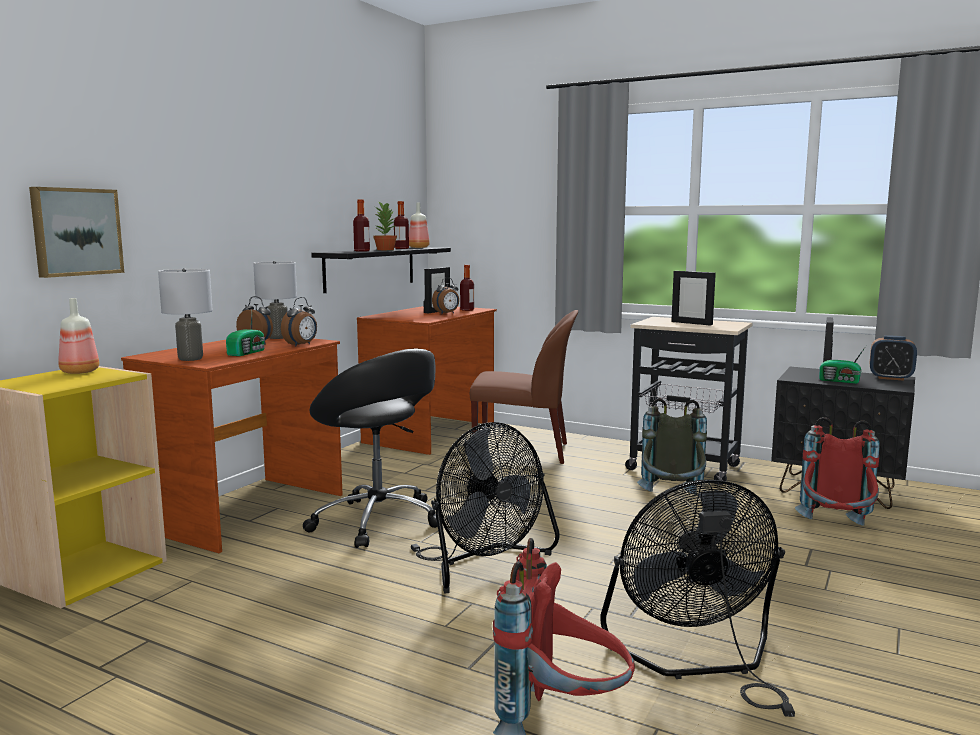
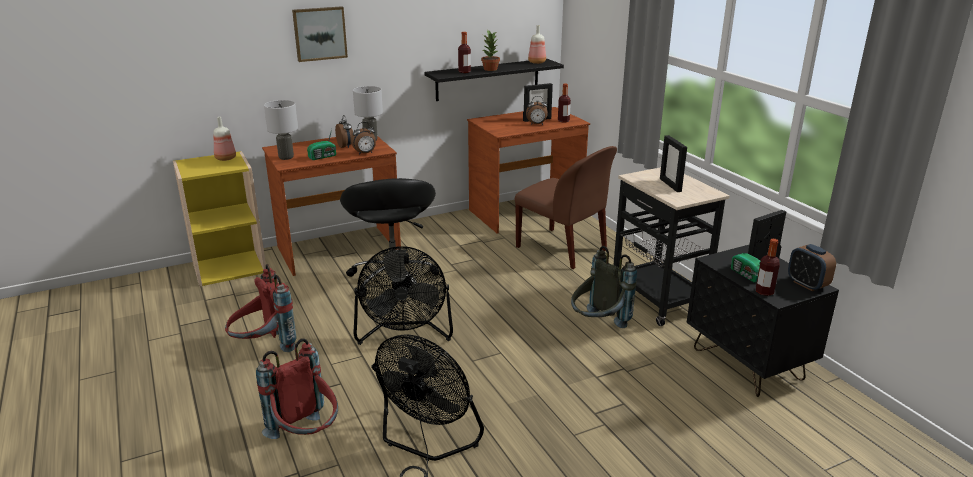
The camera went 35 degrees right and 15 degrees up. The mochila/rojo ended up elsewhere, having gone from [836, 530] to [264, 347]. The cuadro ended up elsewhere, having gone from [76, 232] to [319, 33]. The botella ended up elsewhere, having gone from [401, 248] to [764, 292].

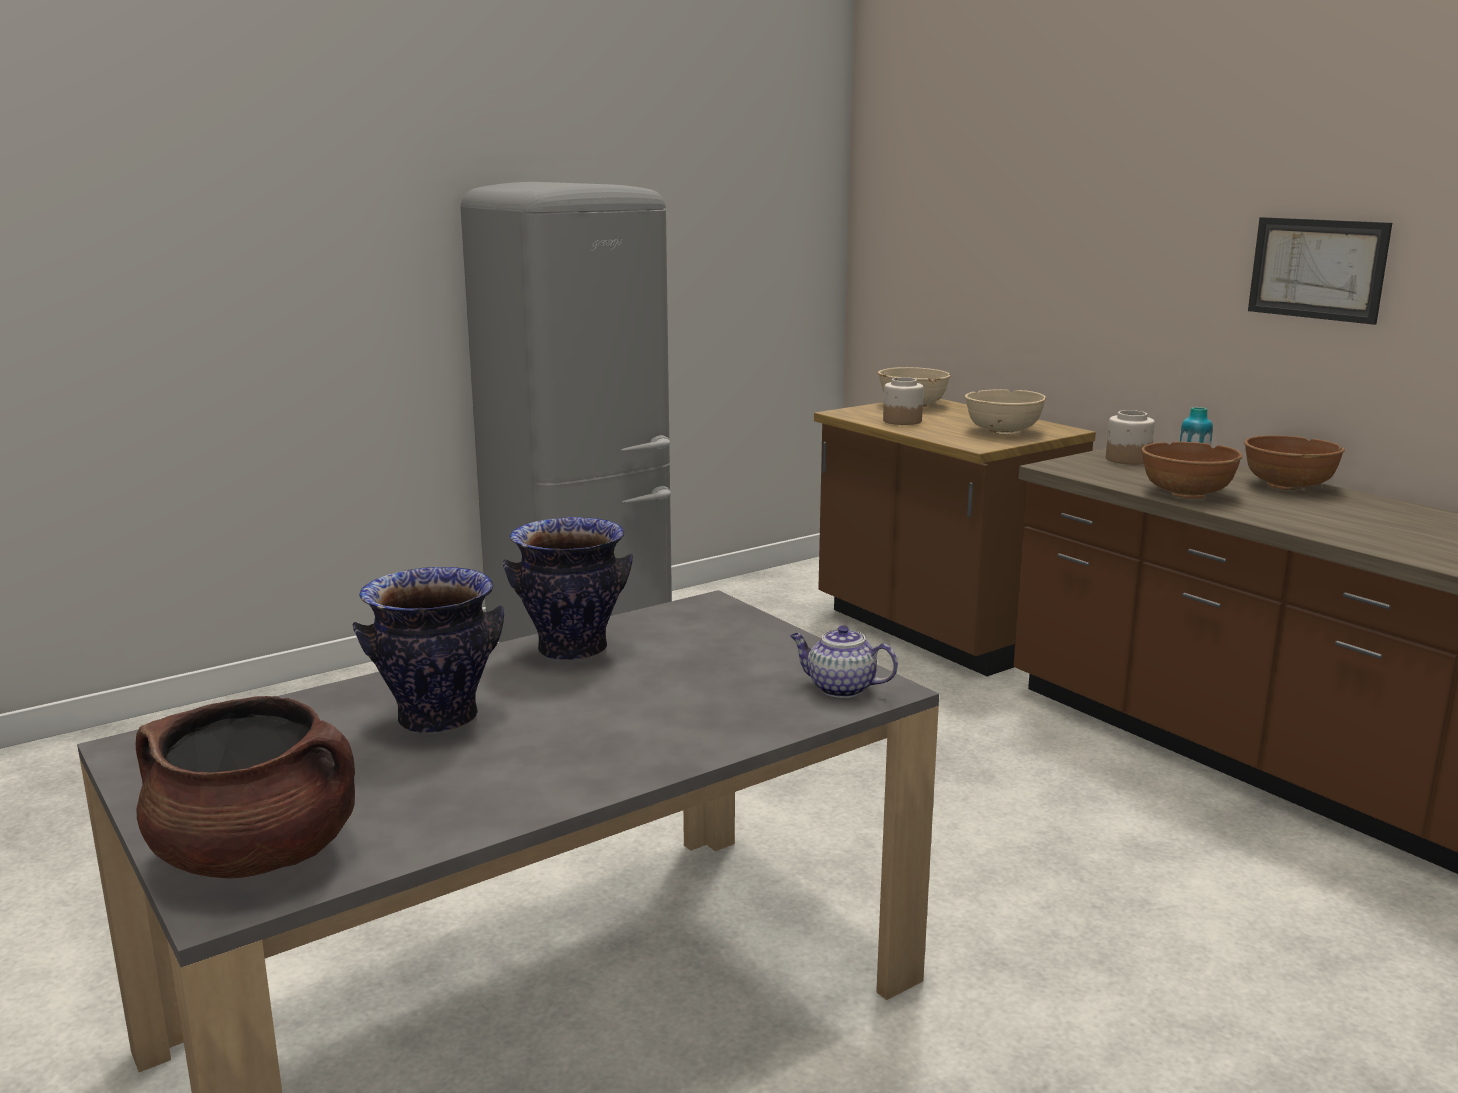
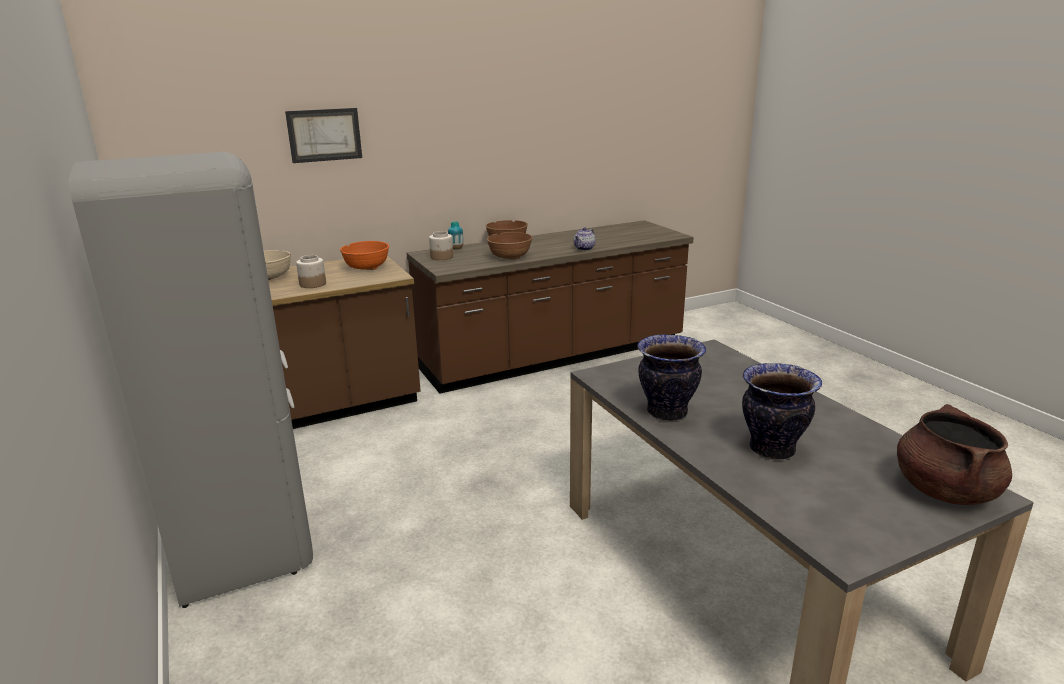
The camera went 80 degrees left and 5 degrees up. The cuadro ended up elsewhere, having gone from [1317, 269] to [324, 135]. What was the cuenco/beis at [1002, 431] turned into the cuenco/naranja at [366, 268]. The tetera ended up elsewhere, having gone from [840, 688] to [584, 249].

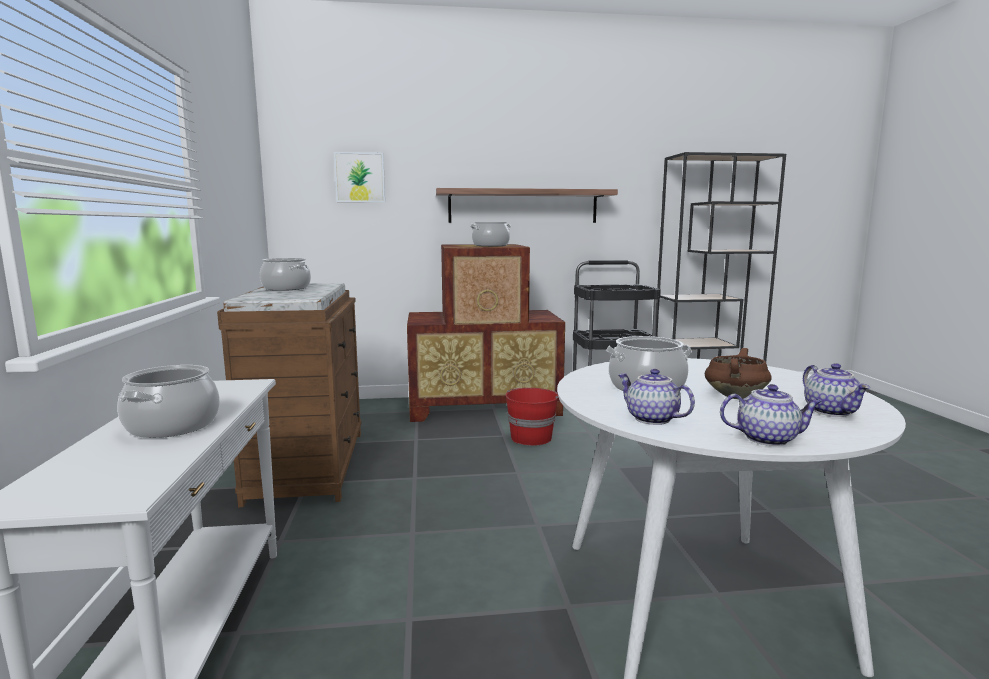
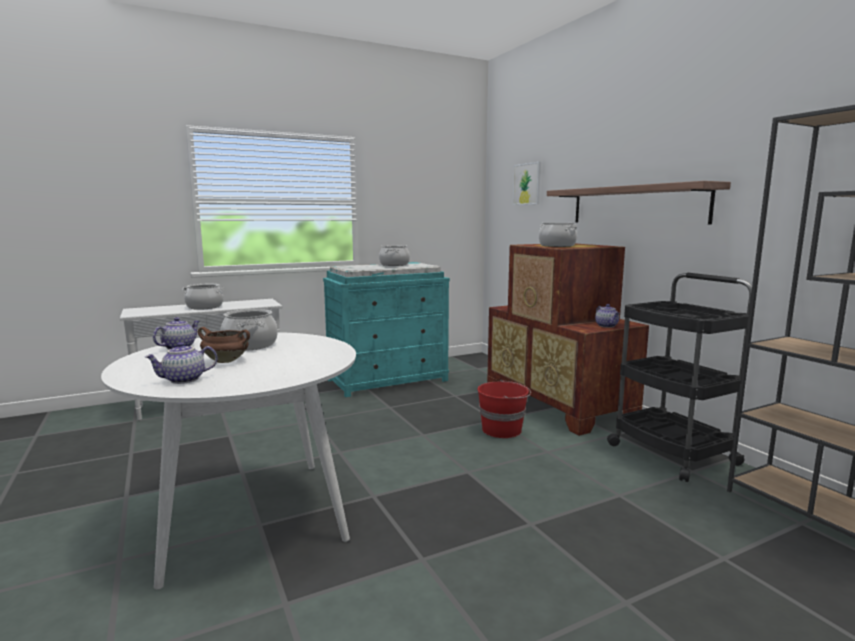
The camera went 70 degrees right and 0 degrees up. What was the cómoda/marrón at [308, 465] turned into the cómoda/turquesa at [388, 380]. The tetera ended up elsewhere, having gone from [768, 439] to [607, 326].

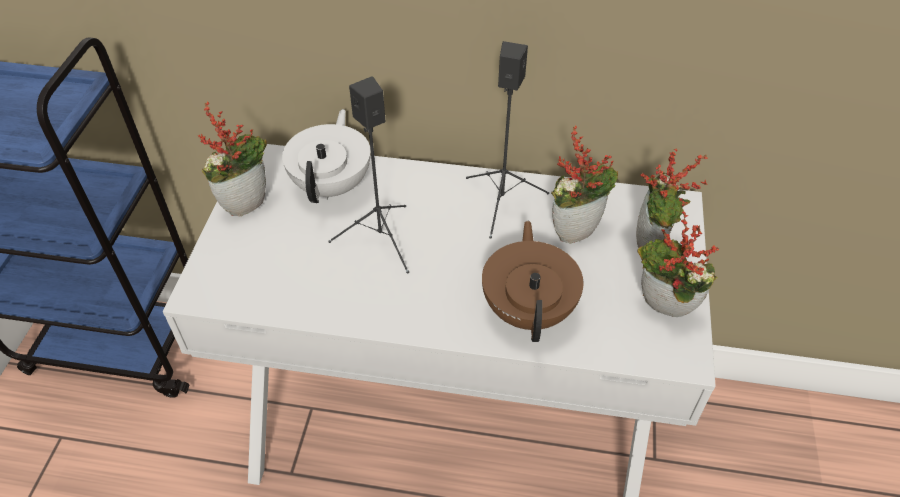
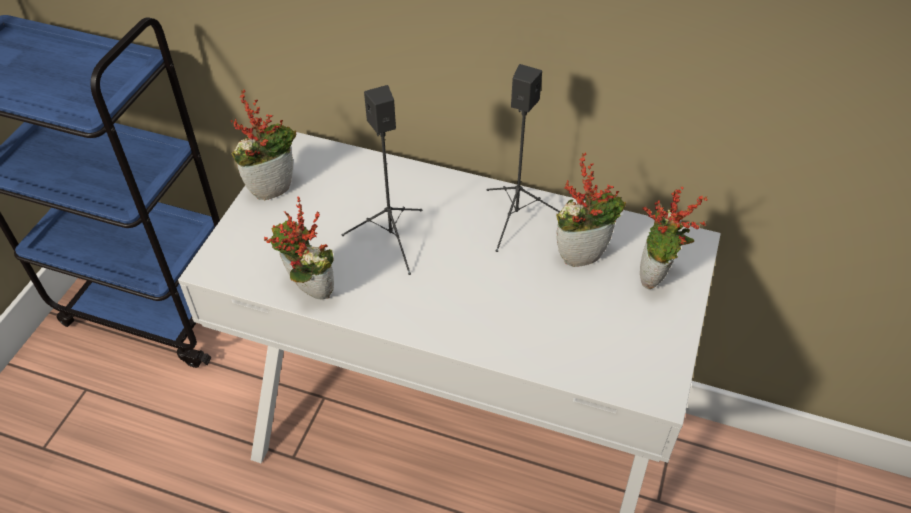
The camera went 10 degrees right and 0 degrees up. The planta en maceta ended up elsewhere, having gone from [661, 311] to [307, 292]. The second view lost the tetera/blanco at [333, 185]. The second view lost the tetera/marrón at [529, 309].

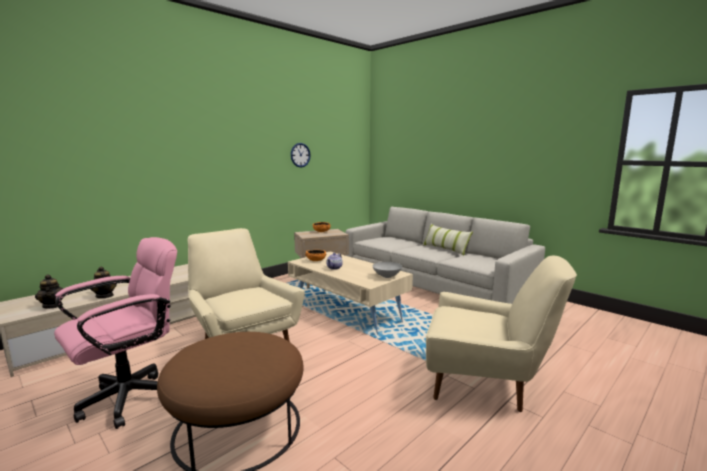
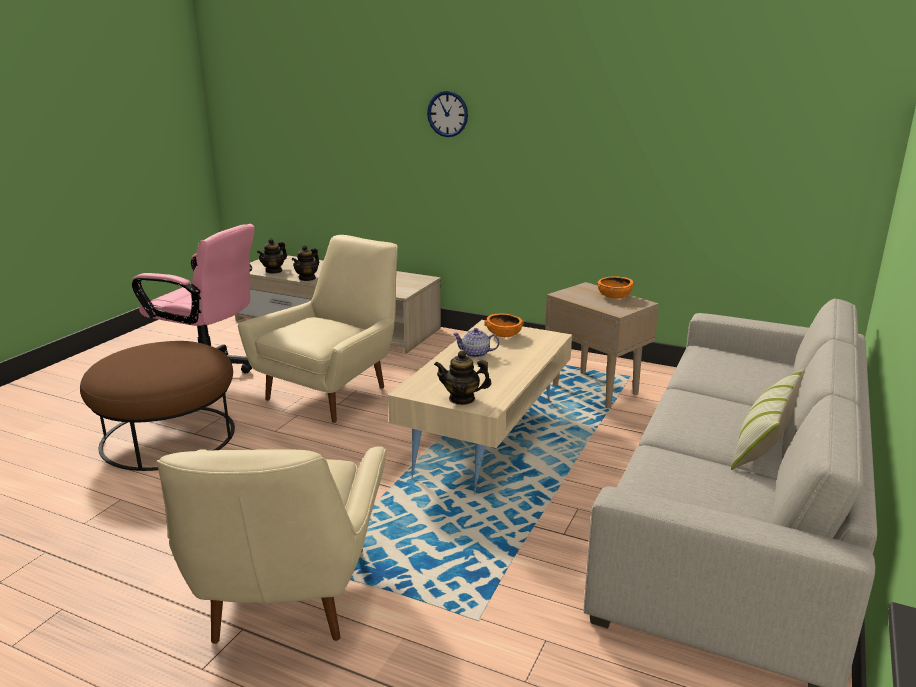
The camera went 70 degrees right and 10 degrees up. The reloj de pared ended up elsewhere, having gone from [300, 155] to [447, 114]. Where the cuenco/gris stood at [387, 276], the tetera came to stand at [462, 399].

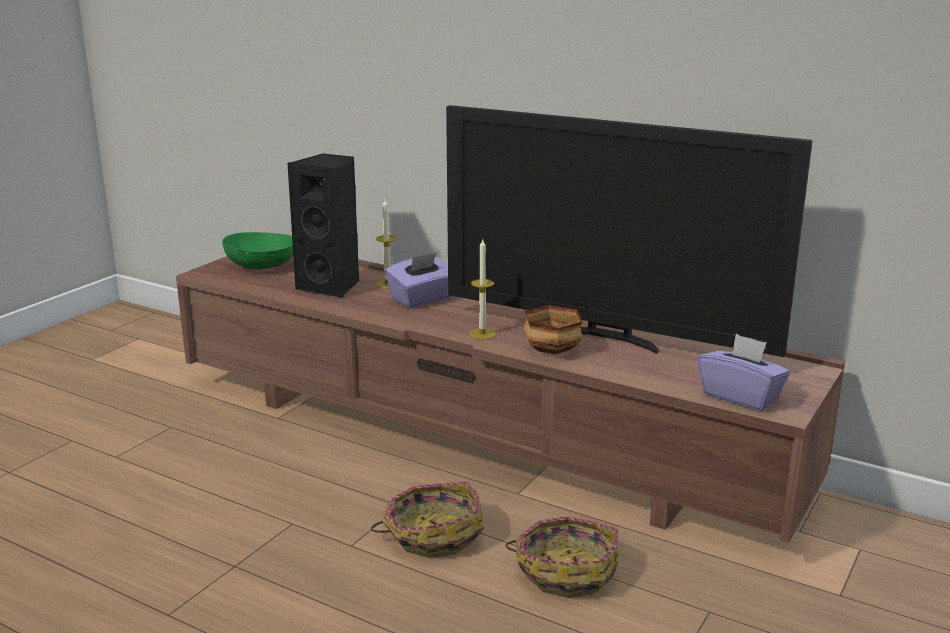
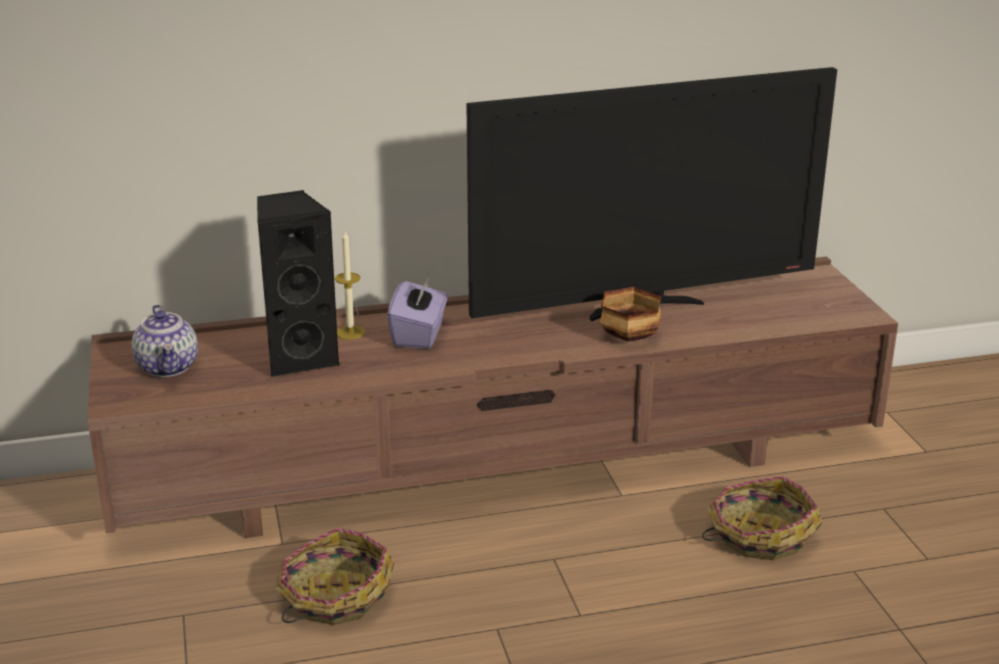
The camera went 45 degrees left and 5 degrees up. Where the cuenco/verde stood at [262, 266], the tetera came to stand at [168, 367]. The cesta ended up elsewhere, having gone from [432, 534] to [334, 597]. The second view lost the vela at [482, 334]. The second view lost the caja de pañuelos/morado at [740, 396].

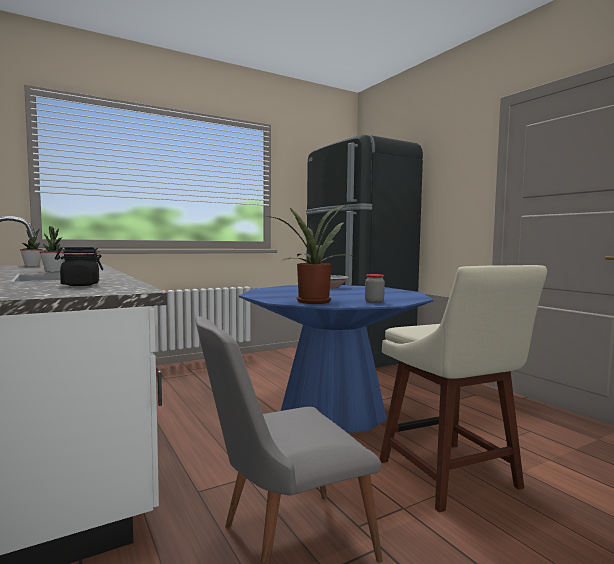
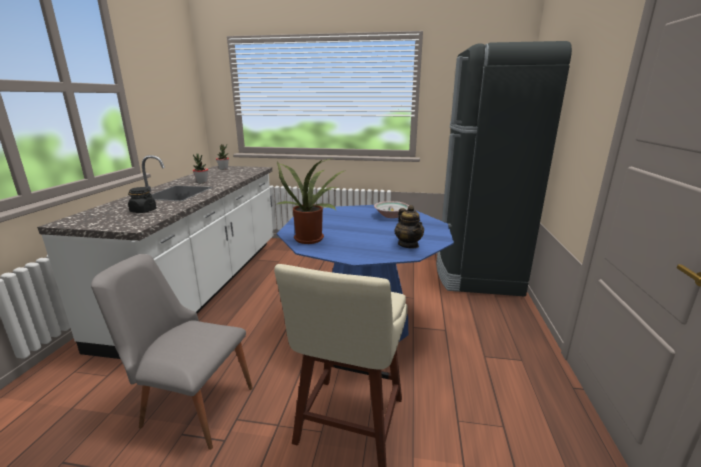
The camera went 40 degrees right and 15 degrees up. The second view gained the tetera at [408, 245]. The second view lost the tarro at [374, 302].

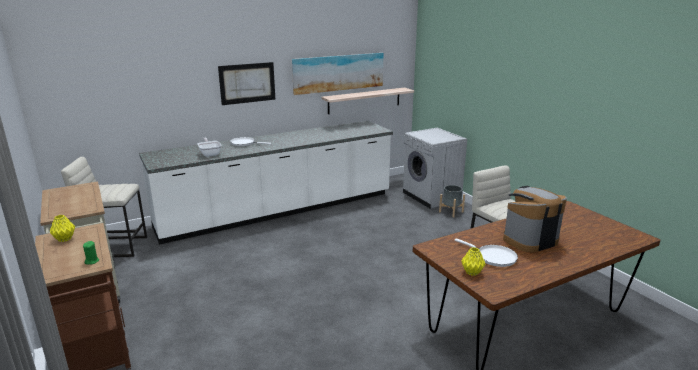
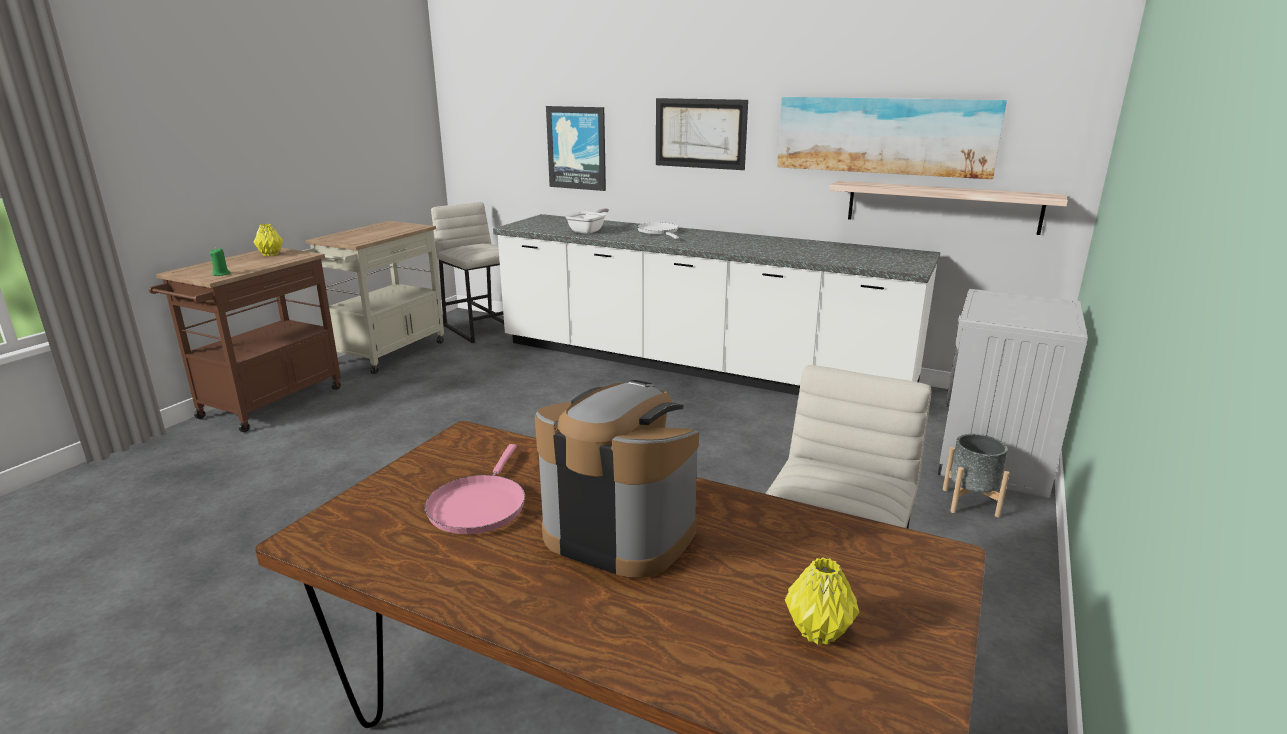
The camera went 55 degrees right and 0 degrees up. What was the sartén/blanco at [493, 257] turned into the sartén/rosa at [479, 505]. The second view gained the cuadro at [577, 148]. The florero/amarillo ended up elsewhere, having gone from [471, 272] to [818, 631].

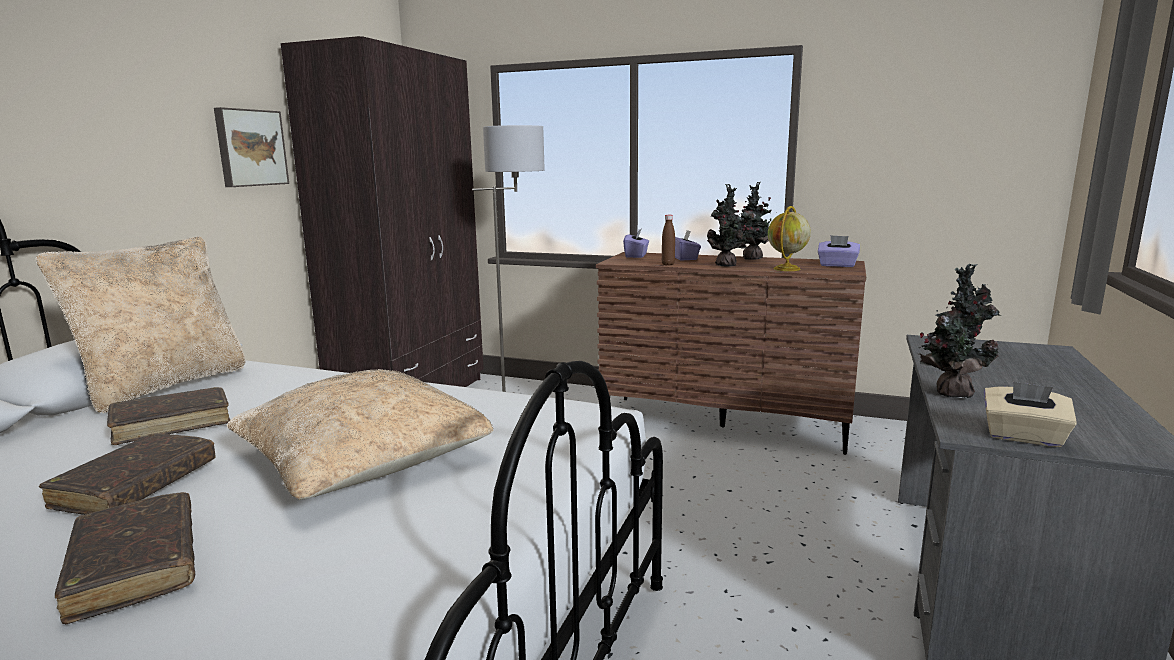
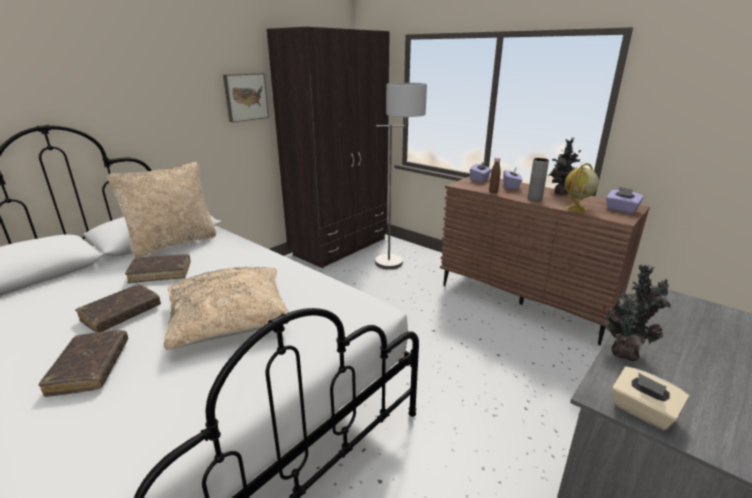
The camera went 20 degrees right and 10 degrees up. Where the planta en maceta stood at [727, 265], the florero/gris came to stand at [534, 199].

